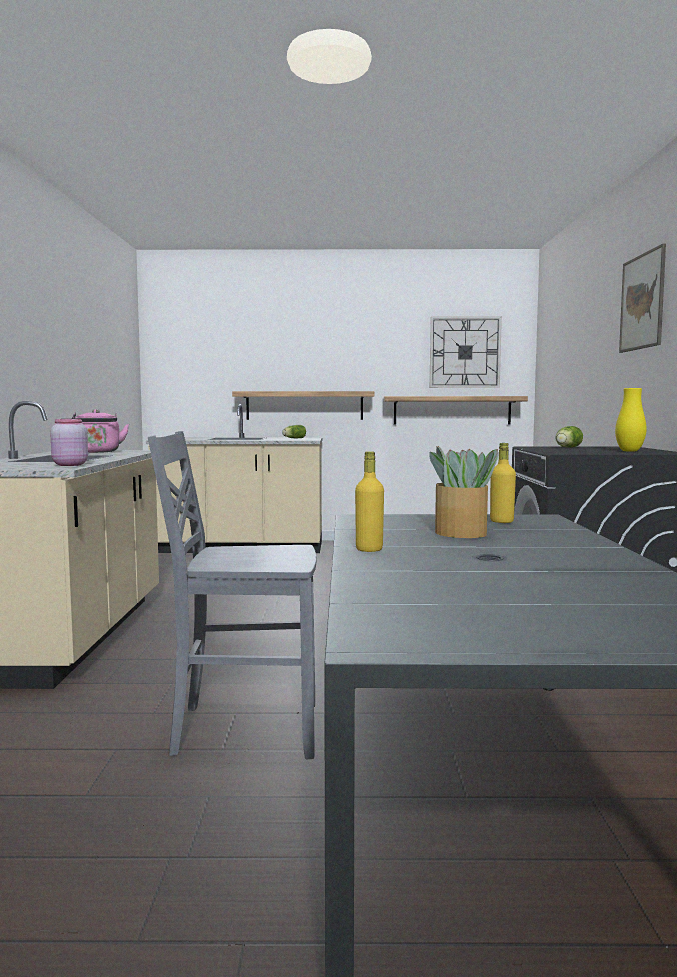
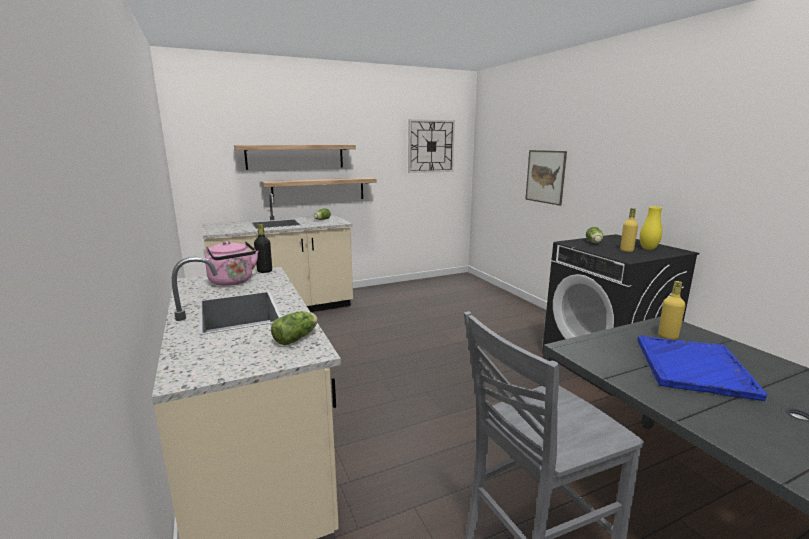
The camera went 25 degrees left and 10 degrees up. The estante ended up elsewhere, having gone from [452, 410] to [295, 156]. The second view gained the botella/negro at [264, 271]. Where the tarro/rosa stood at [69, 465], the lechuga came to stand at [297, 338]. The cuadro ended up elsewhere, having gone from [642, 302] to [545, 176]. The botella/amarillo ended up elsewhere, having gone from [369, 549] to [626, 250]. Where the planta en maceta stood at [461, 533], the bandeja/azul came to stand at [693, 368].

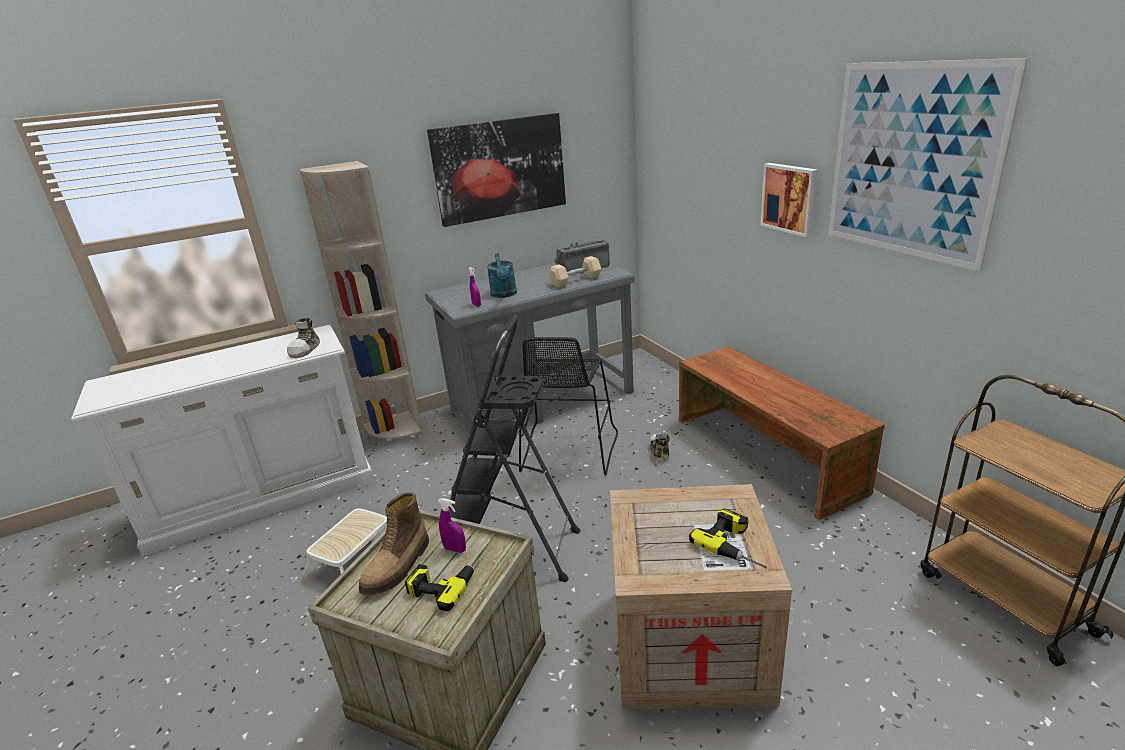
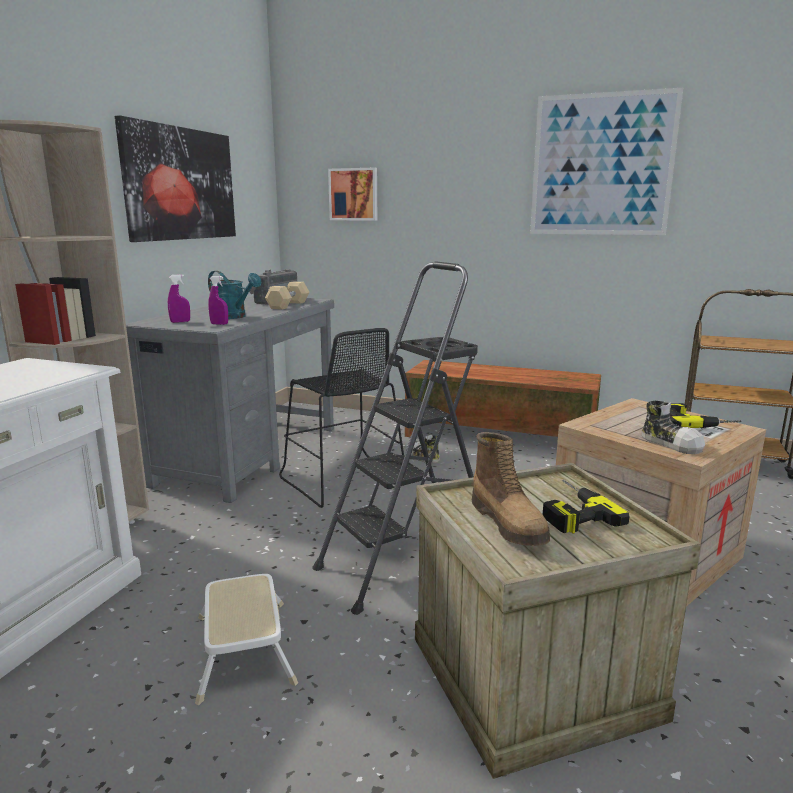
The camera went 45 degrees left and 10 degrees down. The pulverizador/morado ended up elsewhere, having gone from [455, 549] to [180, 322]. The cuadro ended up elsewhere, having gone from [790, 198] to [354, 194]. The zapato ended up elsewhere, having gone from [306, 349] to [671, 443].

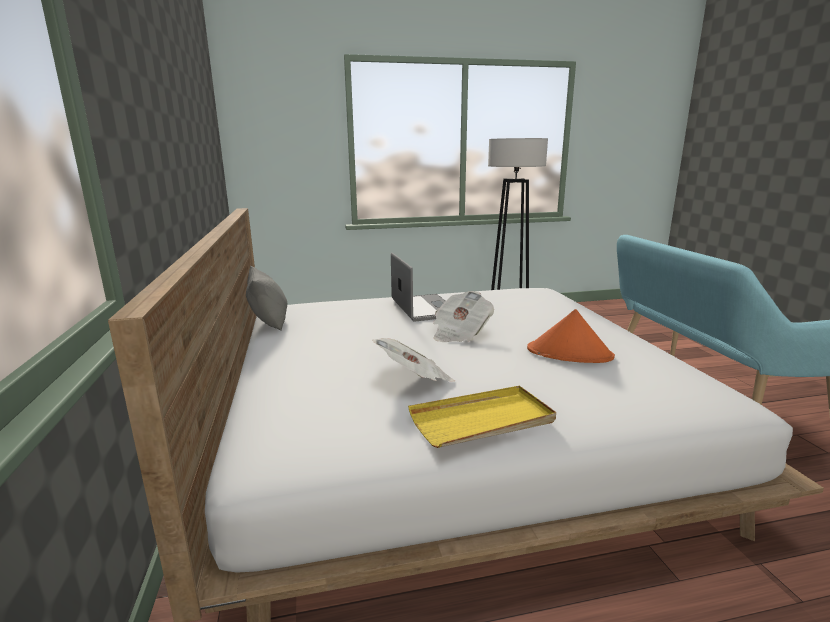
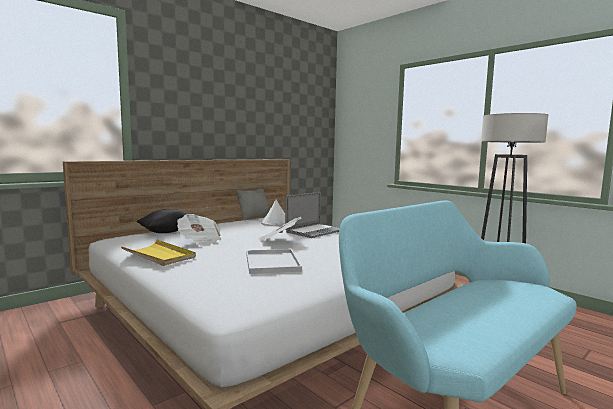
The camera went 60 degrees right and 10 degrees down. The second view gained the cojín/negro at [166, 232]. Where the sombrero/naranja stood at [570, 353], the bandeja/blanco came to stand at [273, 263]. The second view gained the sombrero/blanco at [275, 222].

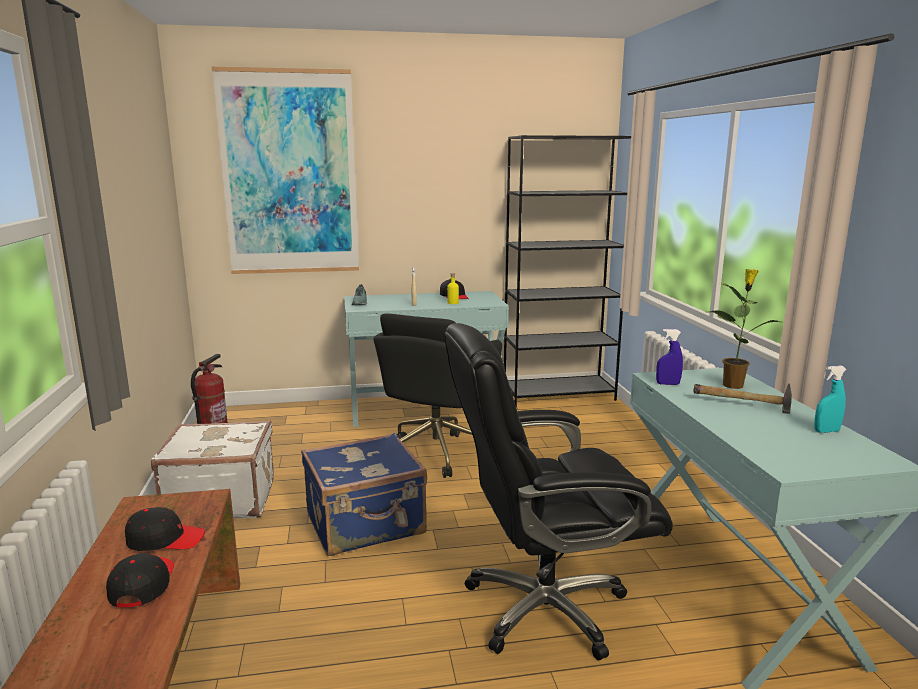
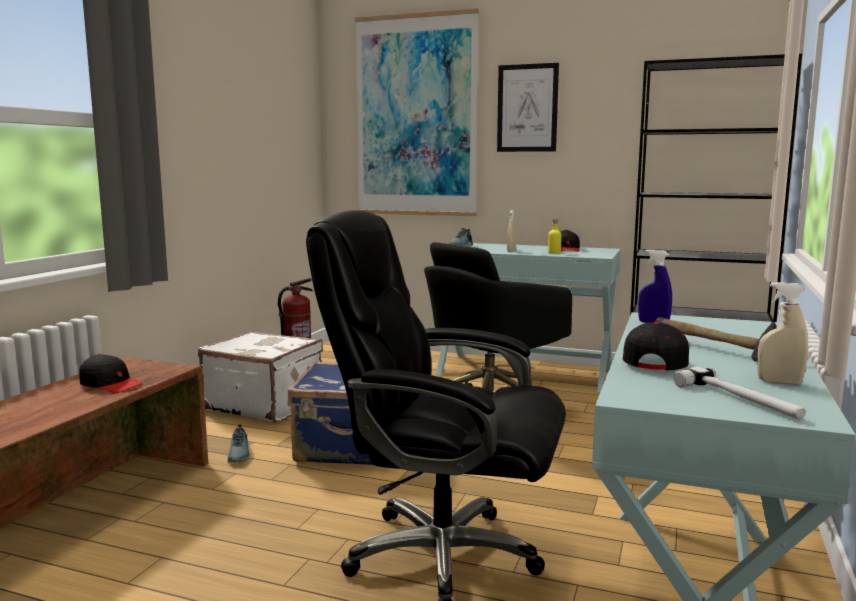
The camera went 30 degrees right and 5 degrees down. The second view gained the zapato at [240, 454]. The second view gained the cuadro at [527, 108]. The gorra/negro ended up elsewhere, having gone from [142, 585] to [655, 362]. The second view gained the martillo at [739, 400]. What was the pulverizador/turquesa at [826, 431] turned into the pulverizador/beis at [779, 382]. The second view lost the planta en maceta at [734, 385].

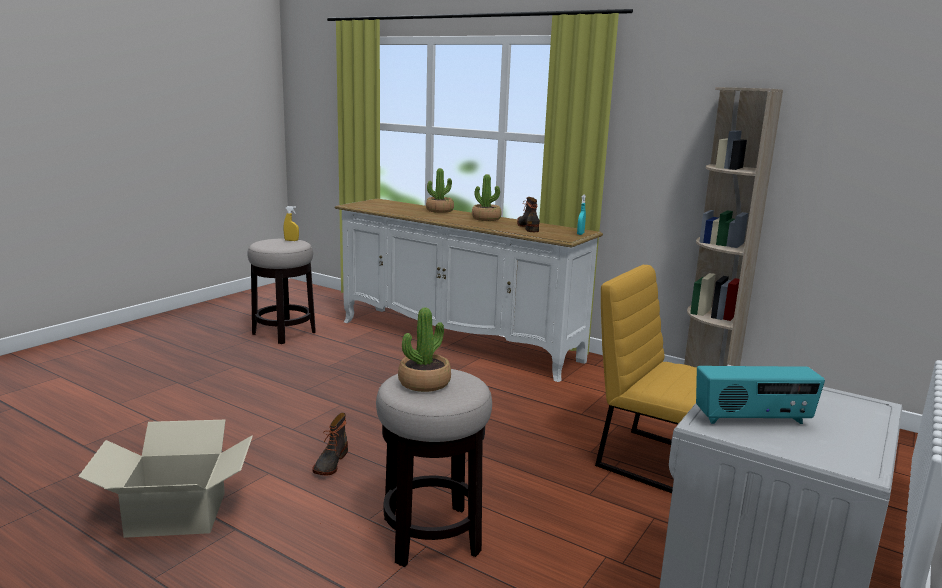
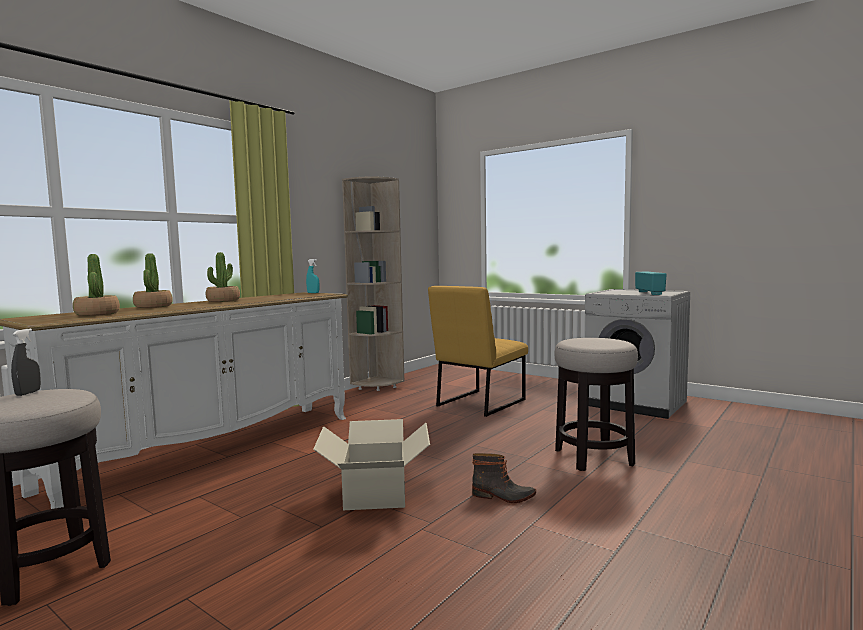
The camera went 85 degrees left and 10 degrees down. What was the pulverizador/amarillo at [291, 240] turned into the pulverizador/gris at [28, 393]. The planta en maceta ended up elsewhere, having gone from [424, 383] to [97, 314]. The caja de cartón ended up elsewhere, having gone from [176, 513] to [374, 493]. The second view lost the bota at [529, 227].

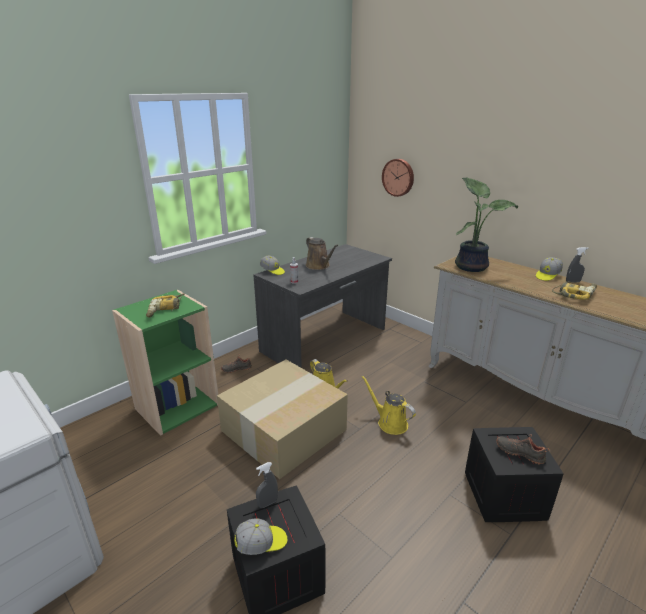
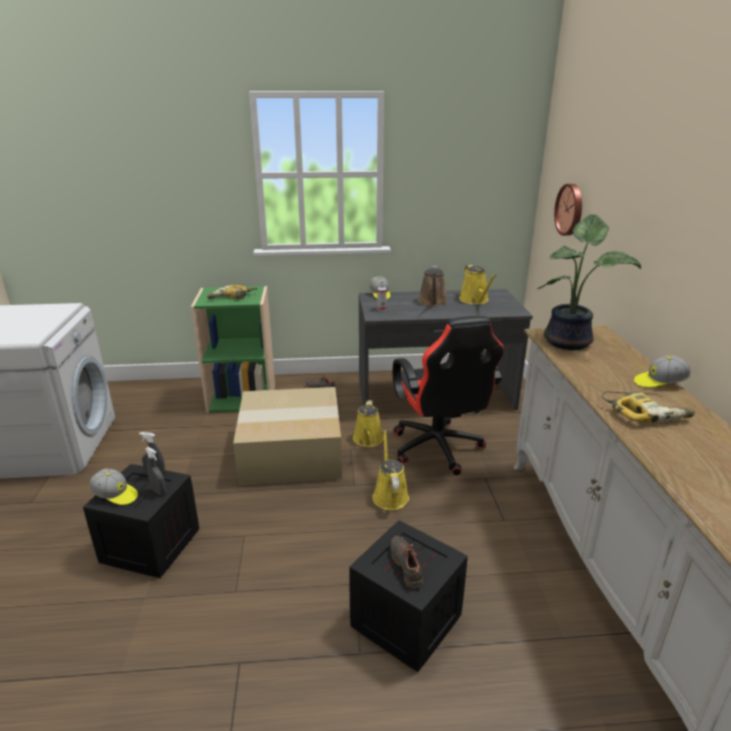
The camera went 40 degrees right and 0 degrees up. The pulverizador/gris ended up elsewhere, having gone from [573, 282] to [158, 491]. The second view gained the silla de oficina/negro at [438, 452]. The second view gained the regadera/amarillo at [475, 300].

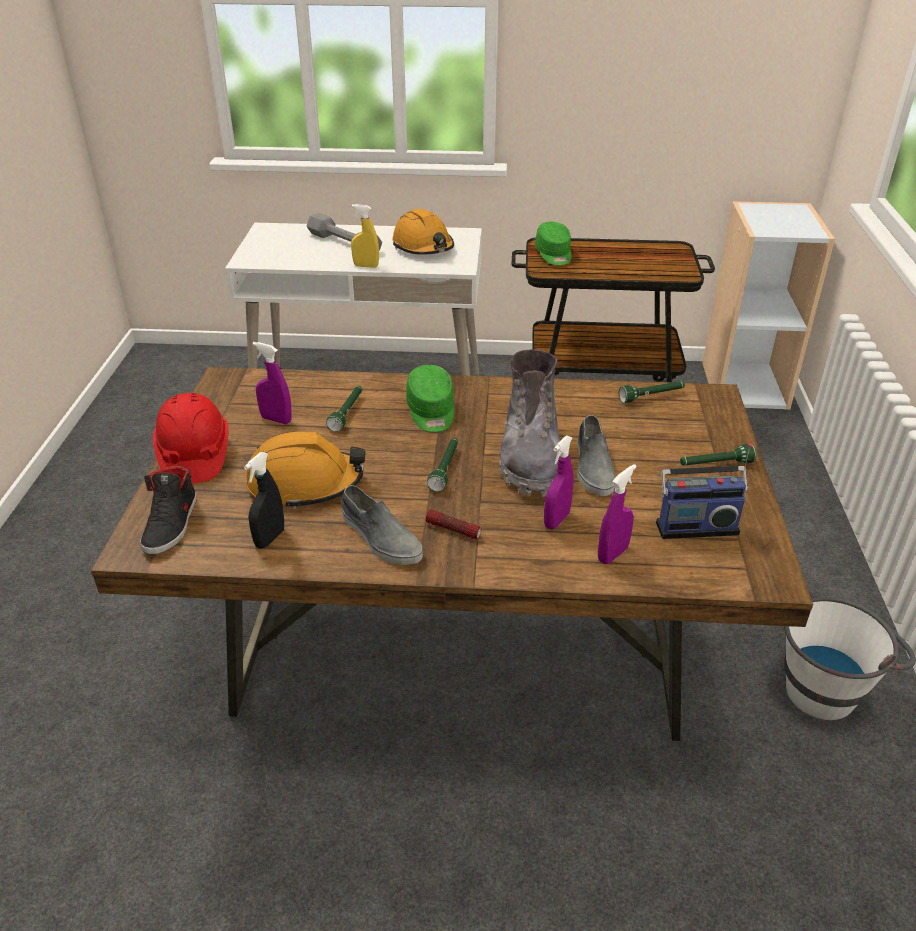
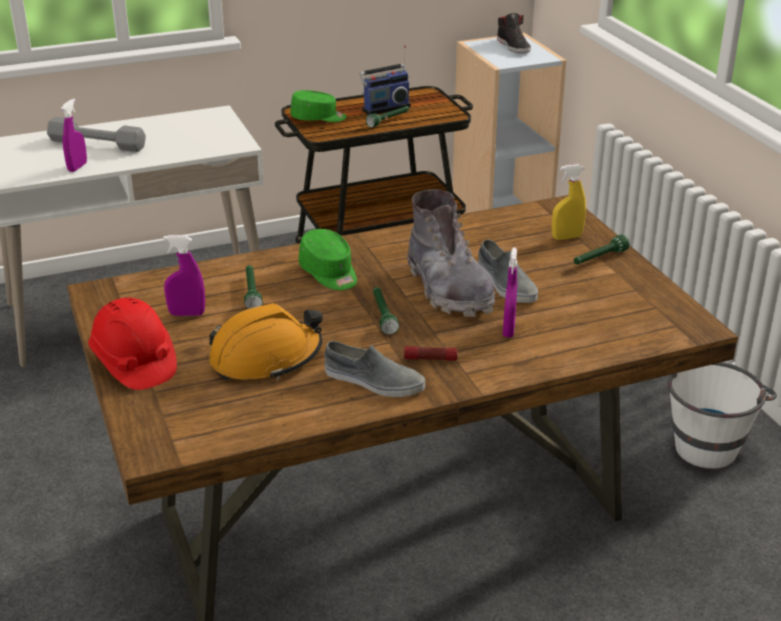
The camera went 25 degrees left and 5 degrees down. The pulverizador/morado ended up elsewhere, having gone from [612, 554] to [77, 167]. The gorra/verde at [554, 254] ended up facing another way, 60 degrees counterclockwise from before. The radio ended up elsewhere, having gone from [695, 526] to [385, 108]. The linterna/verde ended up elsewhere, having gone from [651, 396] to [389, 120]. The zapato/negro ended up elsewhere, having gone from [172, 524] to [514, 46]. The pulverizador/amarillo ended up elsewhere, having gone from [366, 266] to [566, 237]. The second view lost the pulverizador/negro at [269, 538]. The second view lost the casco/naranja at [423, 247].

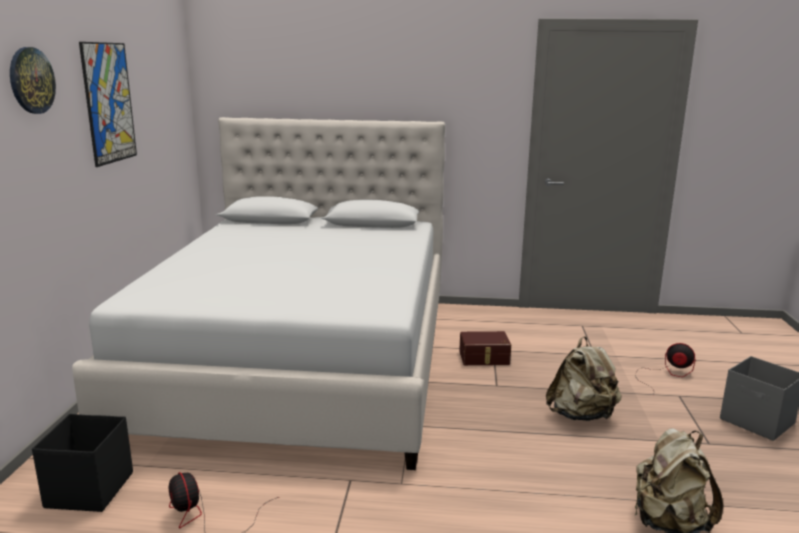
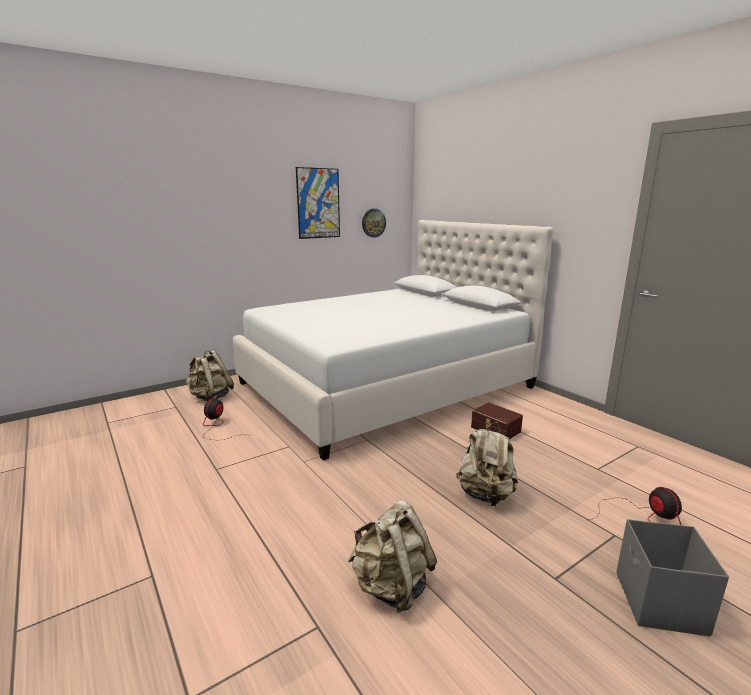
The camera went 50 degrees right and 0 degrees up. Where the caja de almacenaje/negro stood at [88, 491], the mochila/beis came to stand at [210, 397]. The reloj de pared ended up elsewhere, having gone from [31, 80] to [373, 223].

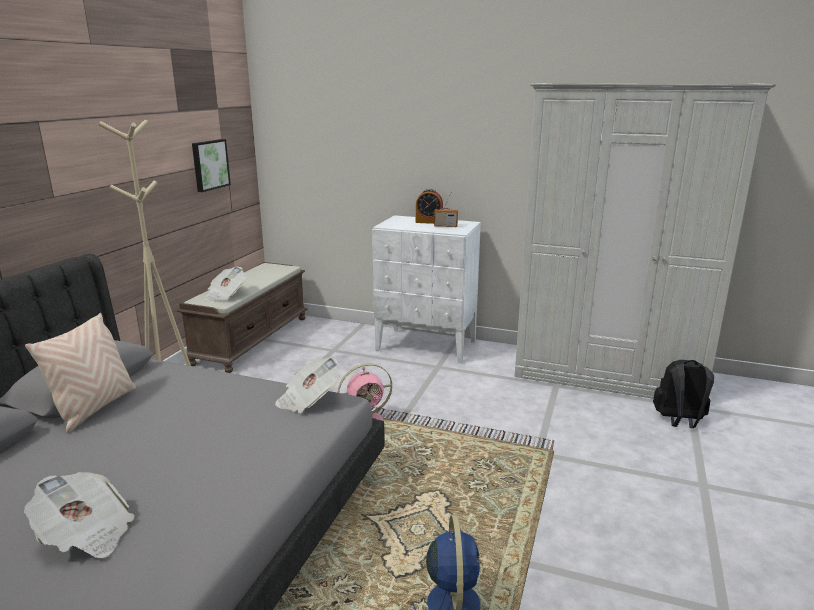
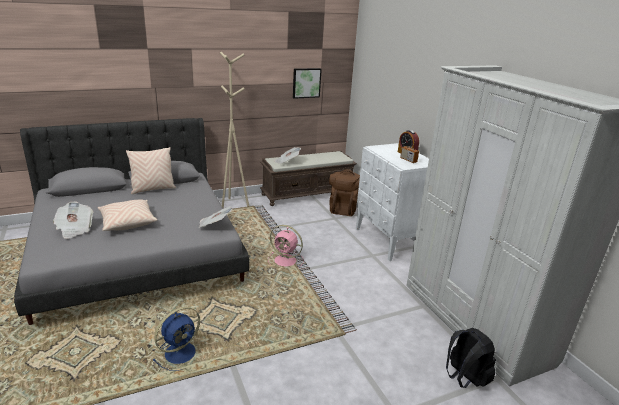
The camera went 45 degrees right and 5 degrees up. The second view gained the cojín/beis at [127, 222]. The second view gained the mochila/marrón at [343, 208].

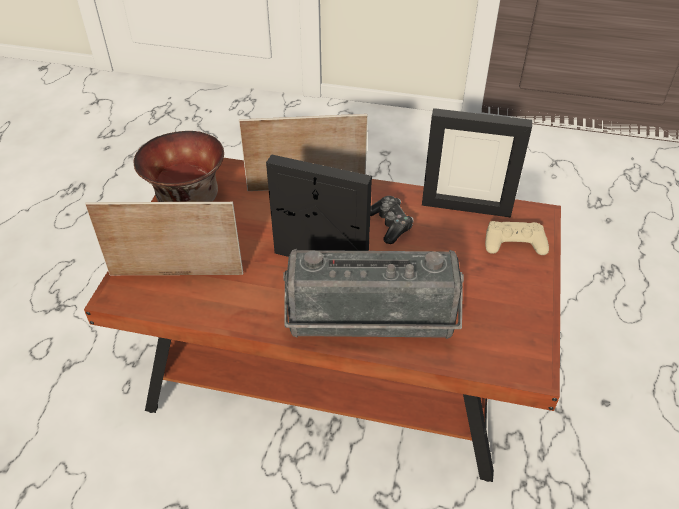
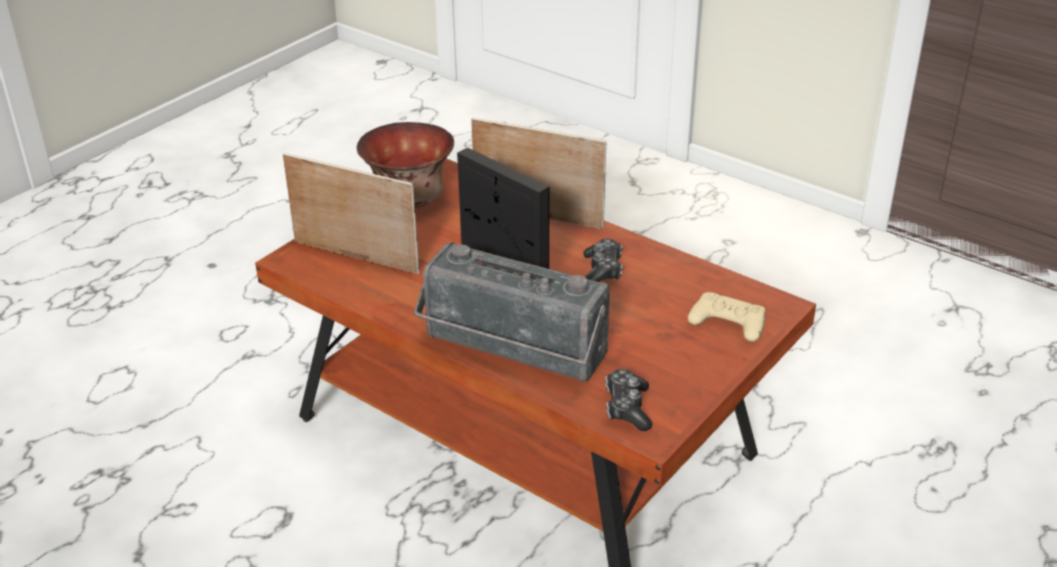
The camera went 25 degrees right and 10 degrees down. The second view gained the mando de consola at [627, 408]. The second view lost the portarretratos at [466, 206].

